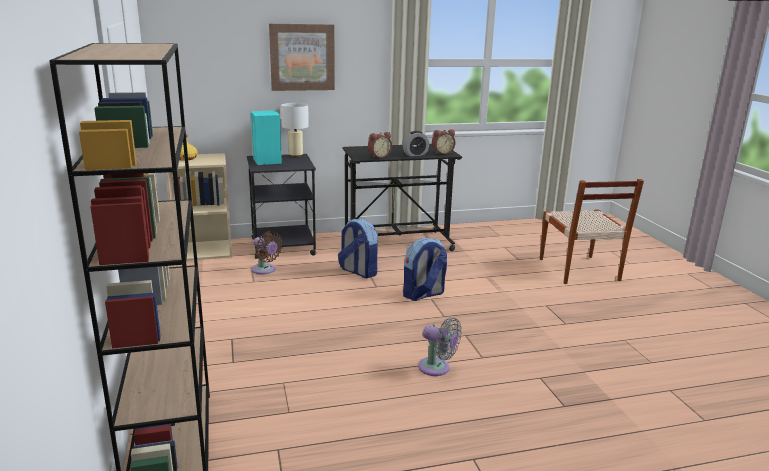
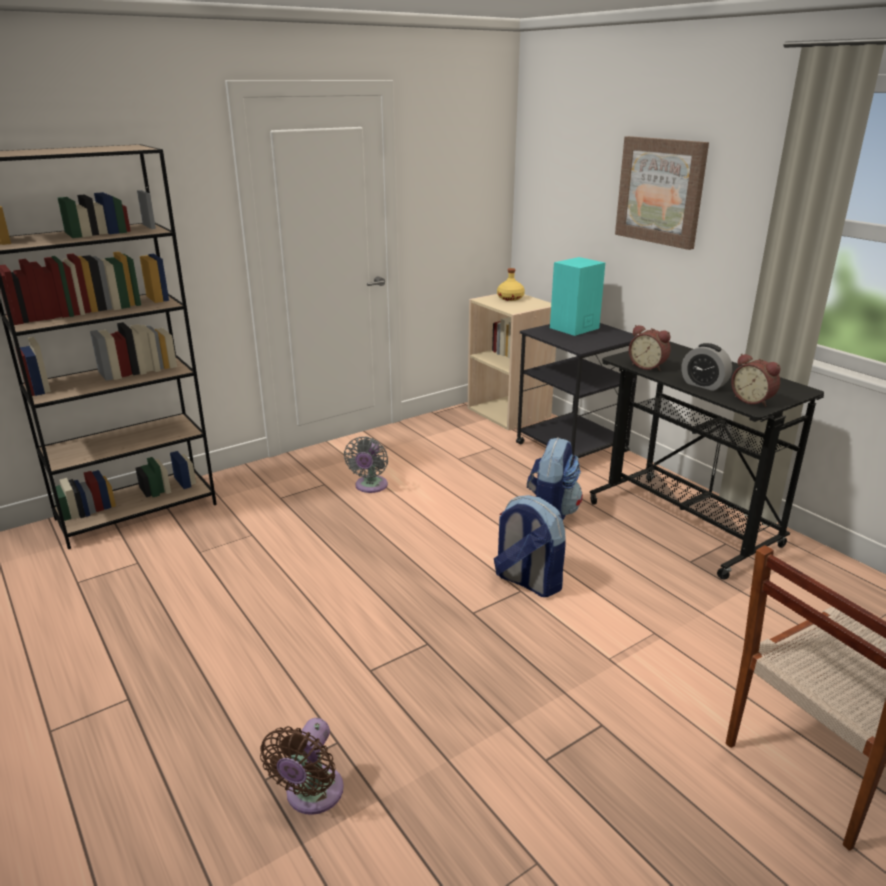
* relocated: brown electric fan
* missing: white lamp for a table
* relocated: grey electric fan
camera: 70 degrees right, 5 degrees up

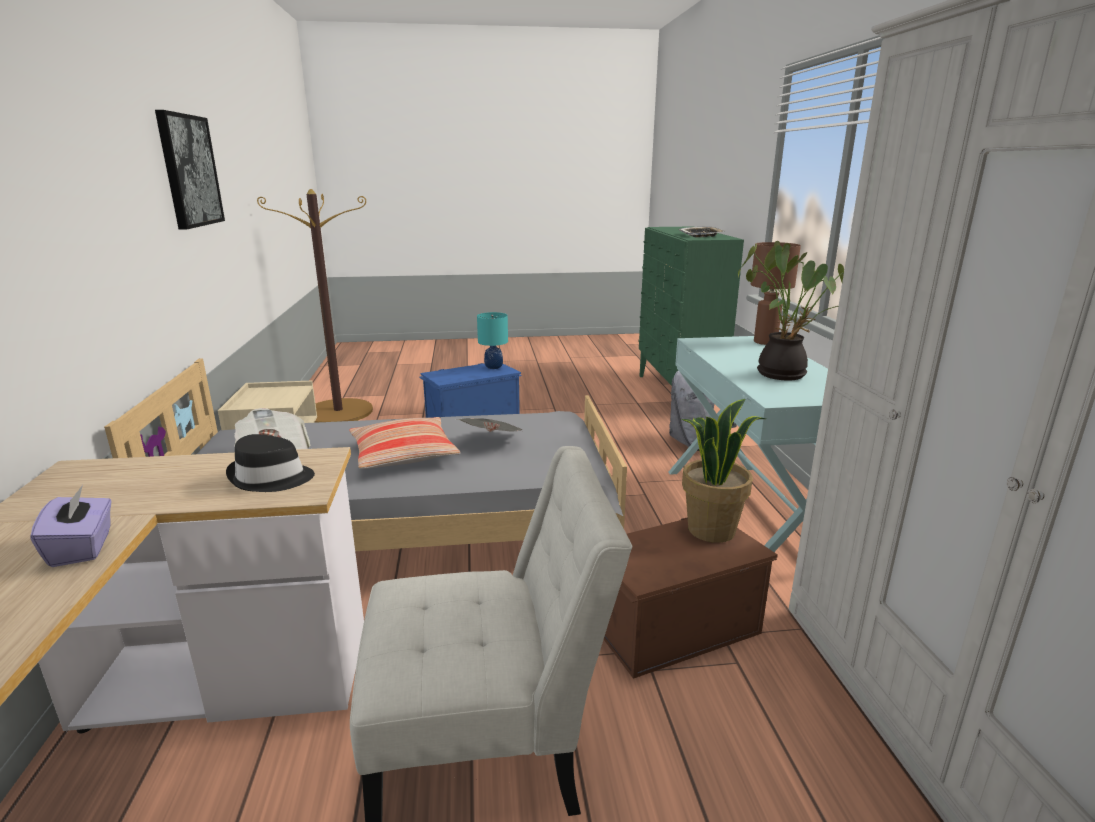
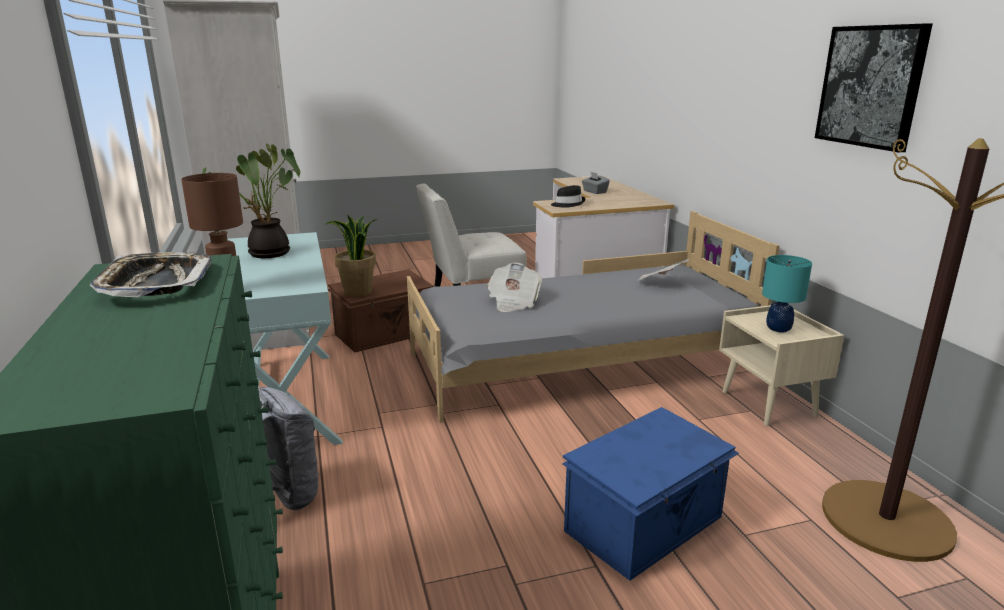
* colour: purplish tissue box to grey tissue box
* missing: pillow
* relocated: turquoise lamp for a table
camera: 170 degrees right, 0 degrees up

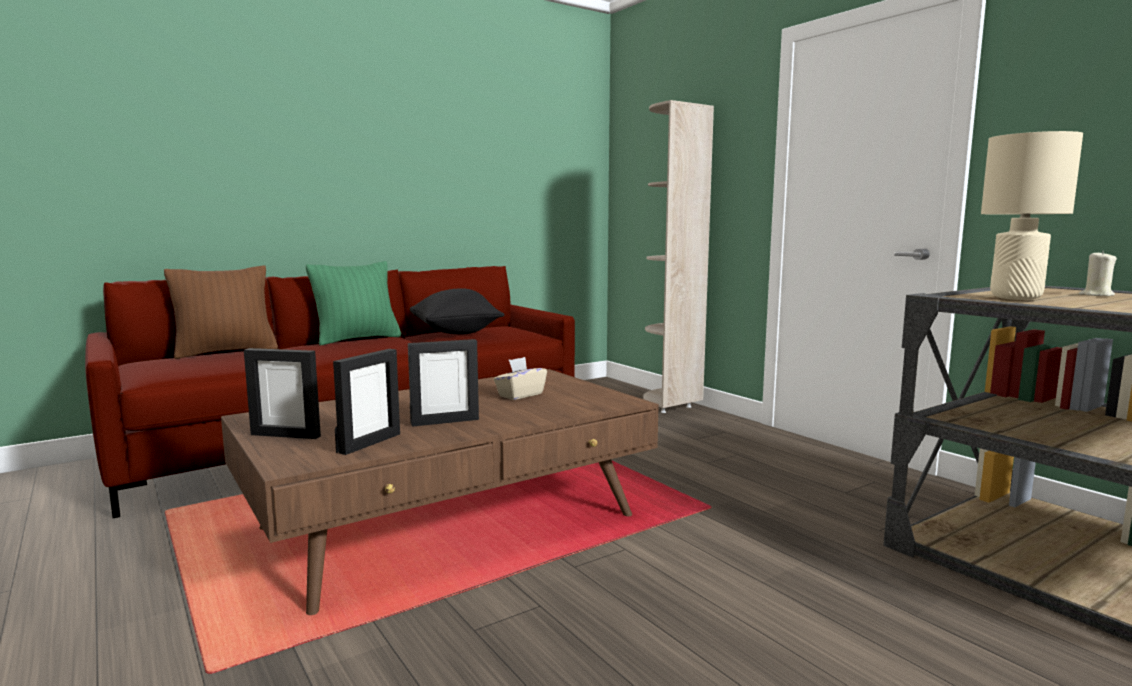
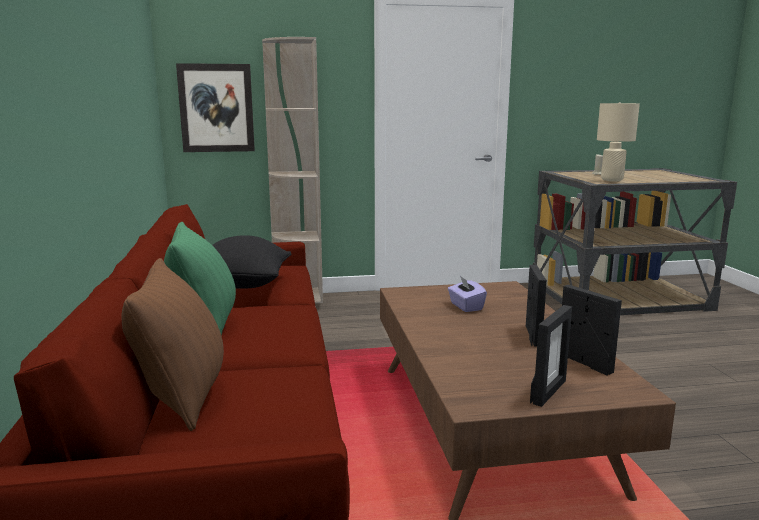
* colour: beige tissue box to purplish tissue box
* appeared: wall picture
camera: 65 degrees left, 5 degrees up

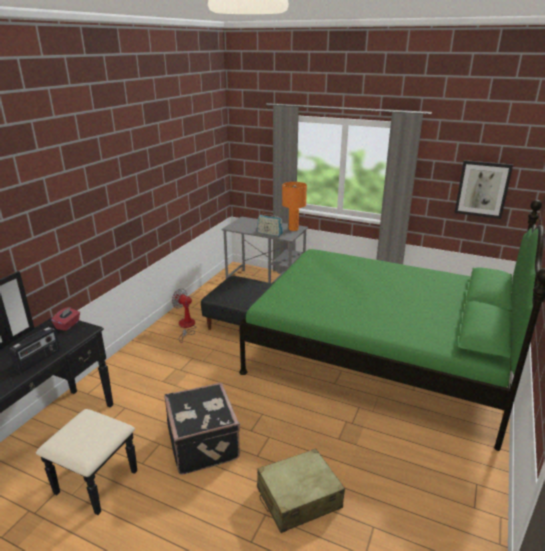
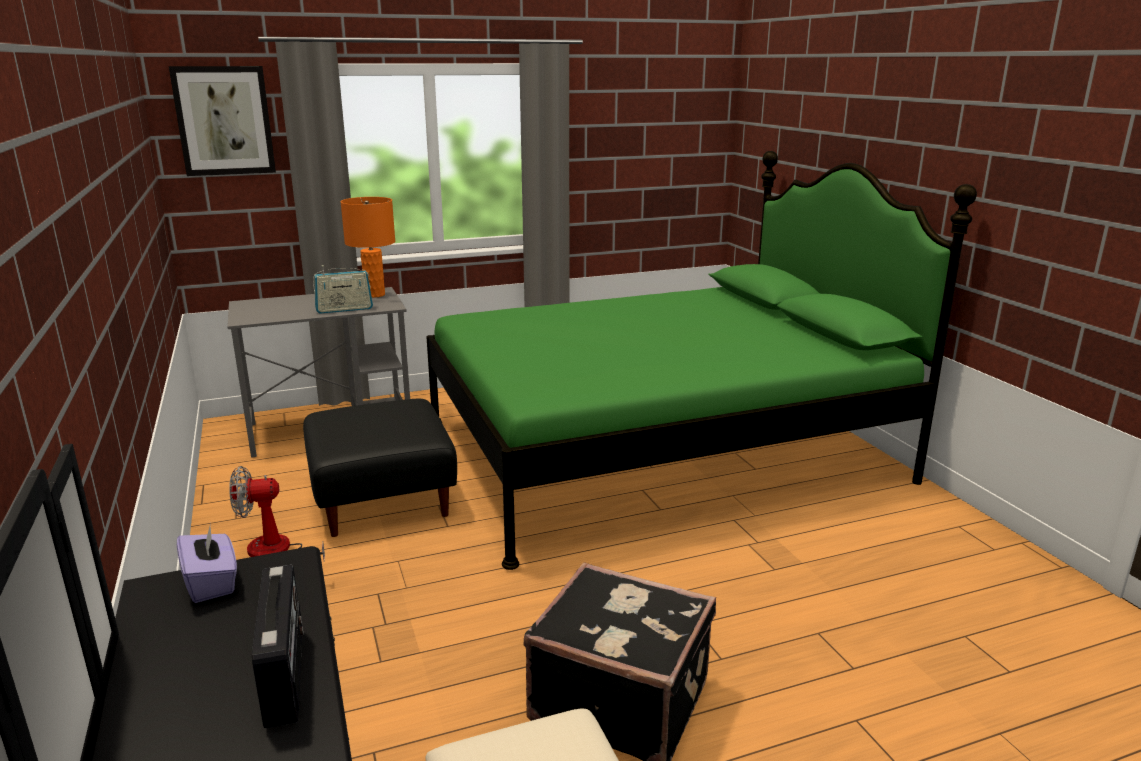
* colour: red tissue box to purplish tissue box
* missing: beige piece of luggage
* relocated: wall picture
camera: 45 degrees left, 5 degrees down

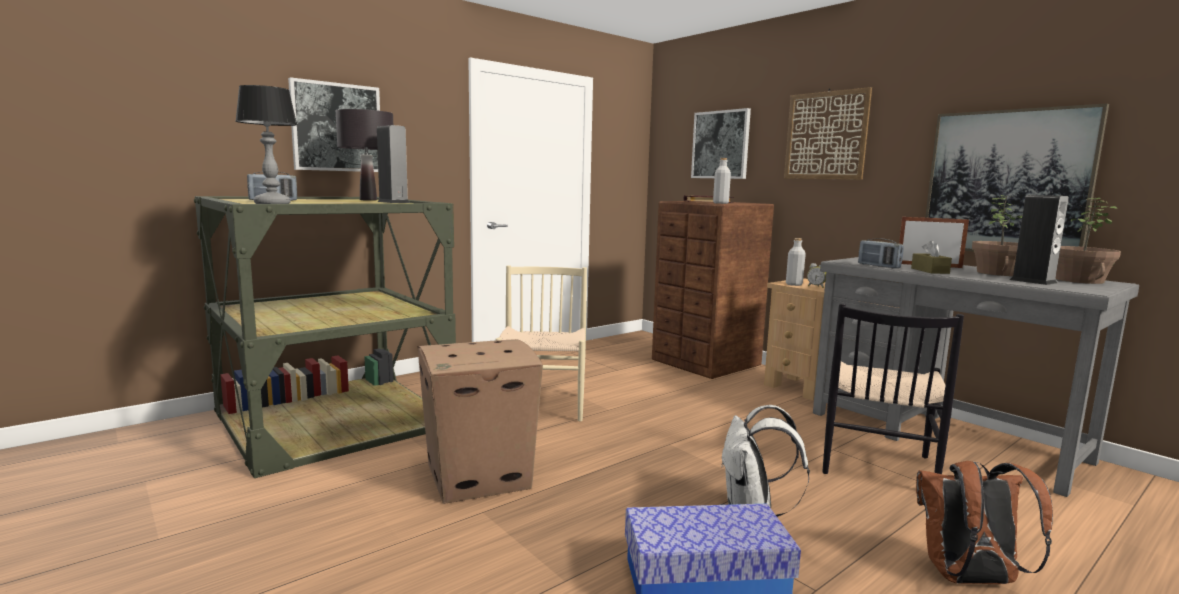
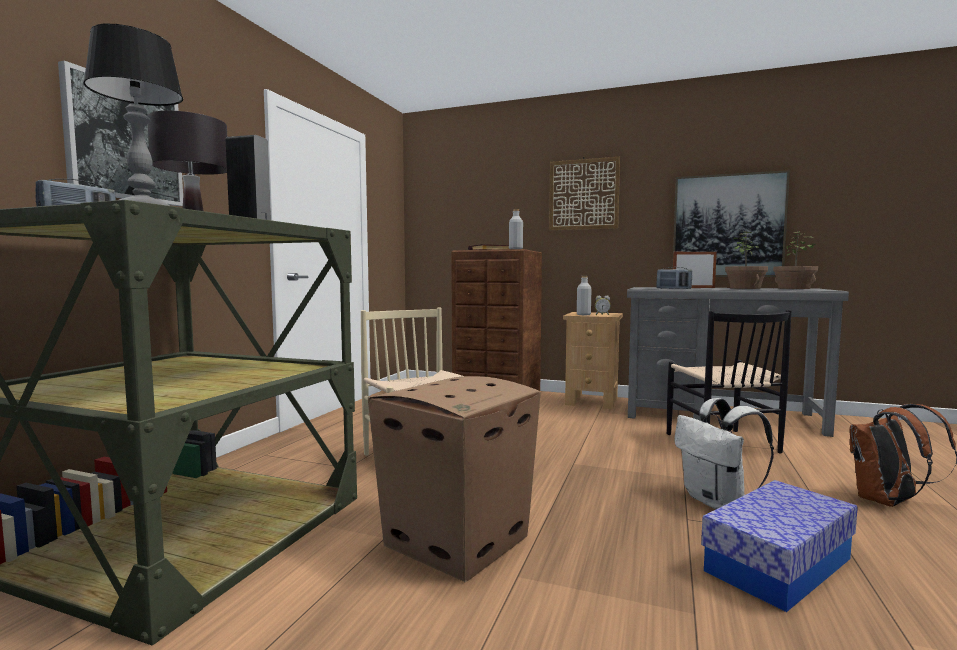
* missing: wall picture (no. 2 from left)
* missing: brown tissue box
* missing: speaker (no. 2 from left)
camera: 30 degrees left, 5 degrees down

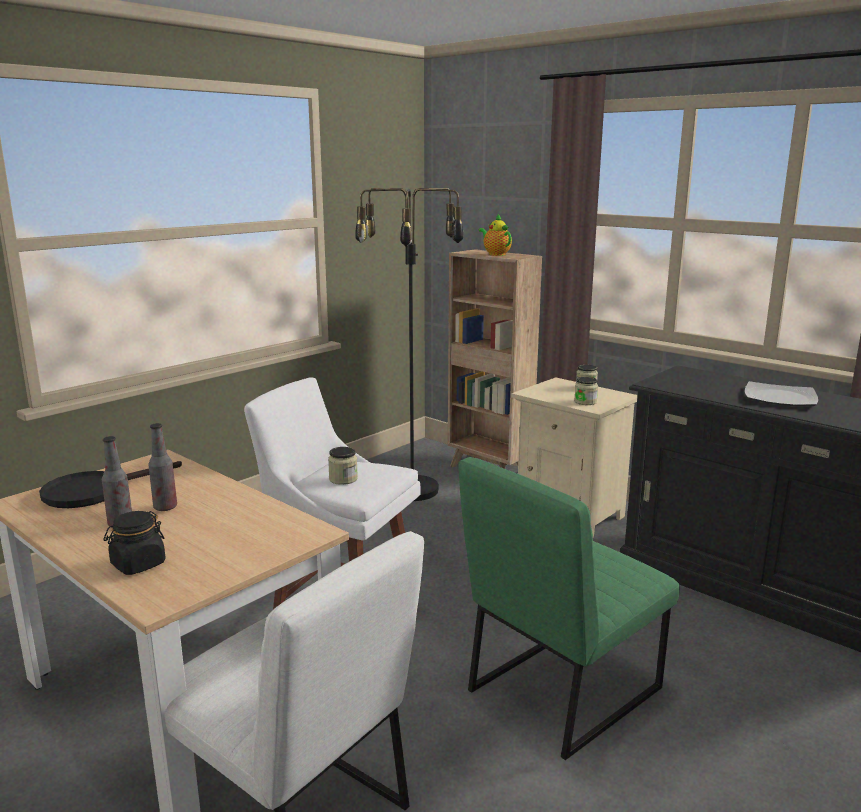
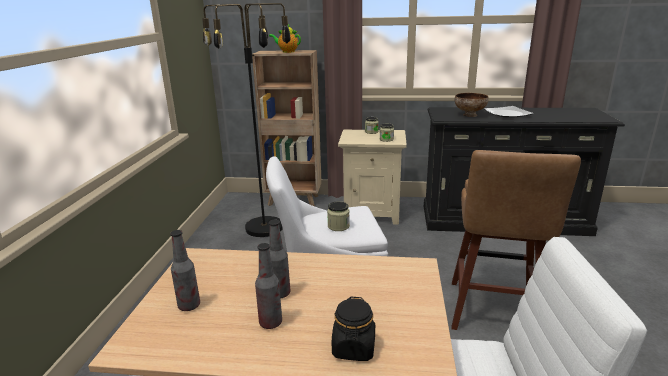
* exchanged: black-coloured pan to drink bottle (no. 1 from left)
* exchanged: greenish upright chair to brown sitting stool
* appeared: serving bowl
camera: 35 degrees left, 5 degrees up

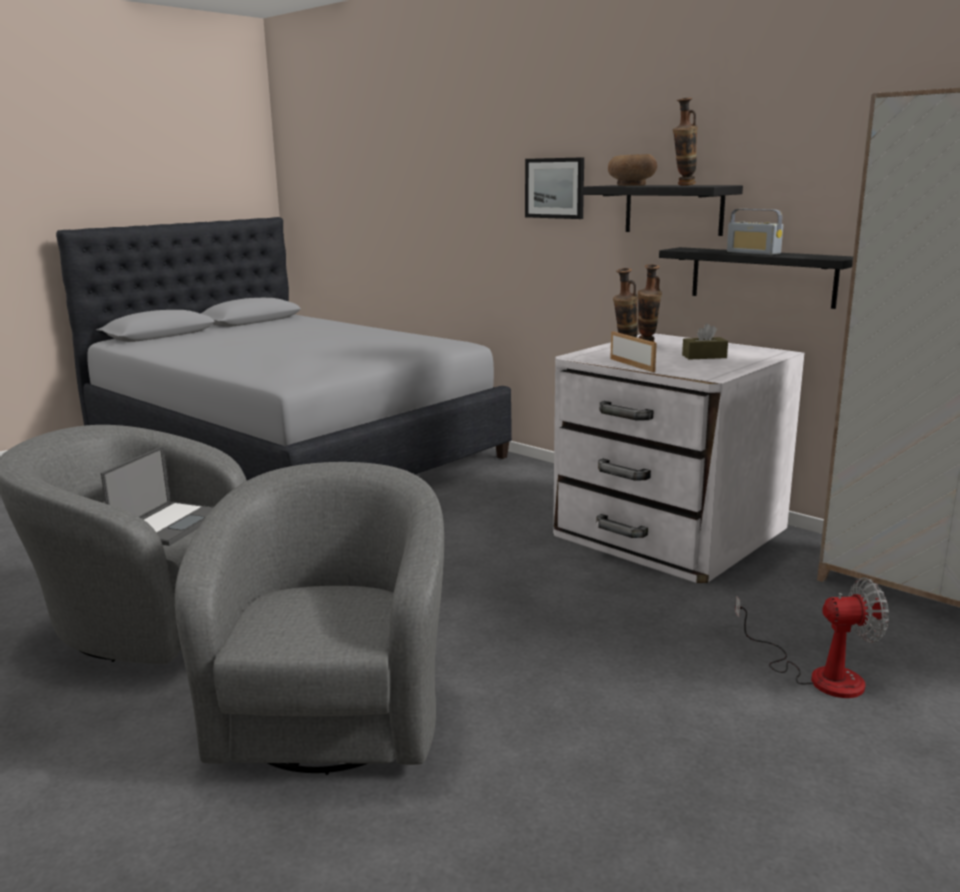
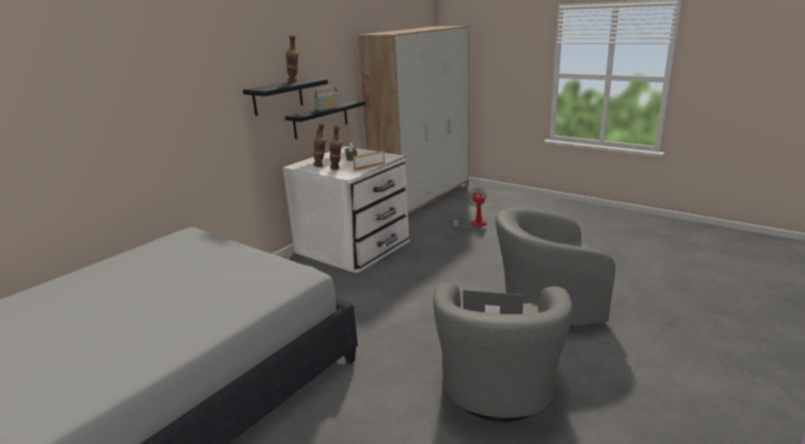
* missing: wall picture
* missing: brown serving bowl
camera: 95 degrees left, 5 degrees up

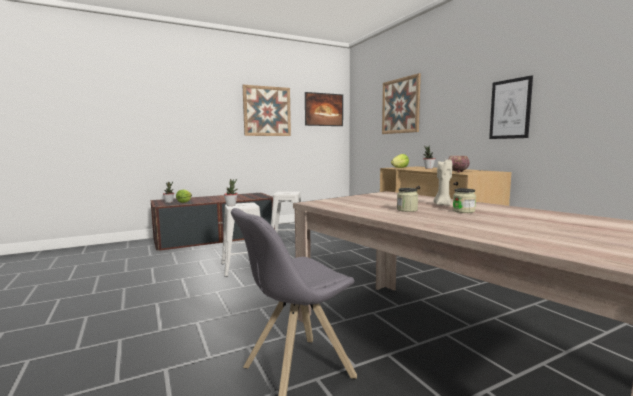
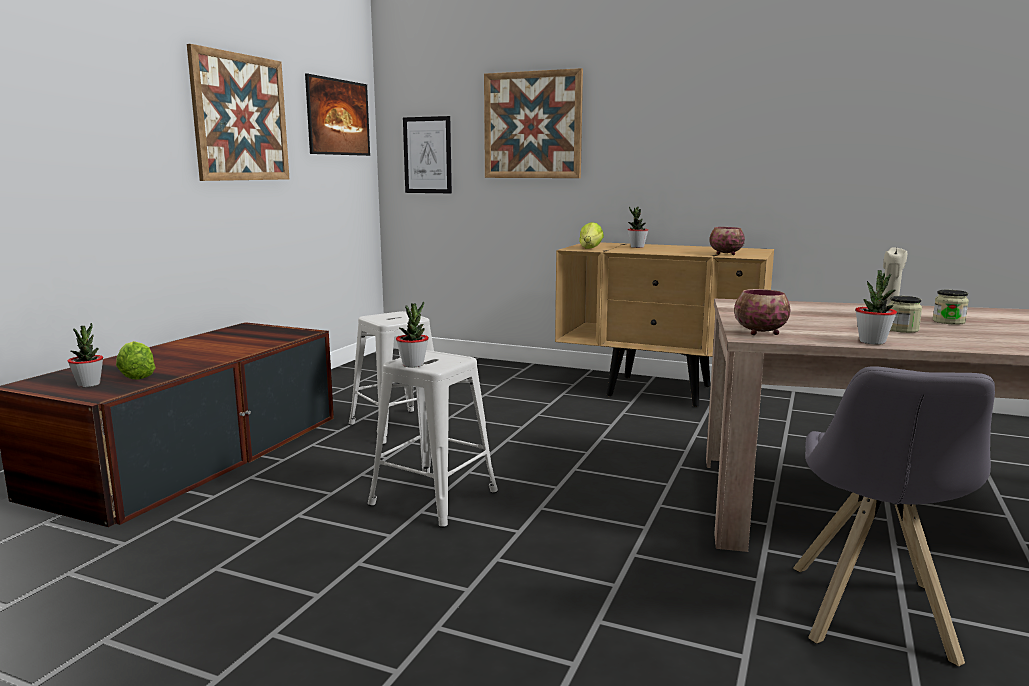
* relocated: wall picture (no. 4 from left in the first image) to wall picture (no. 3 from left)
* appeared: serving bowl (no. 2 from left)
* appeared: plant in a pot (no. 4 from left)
camera: 40 degrees left, 5 degrees up

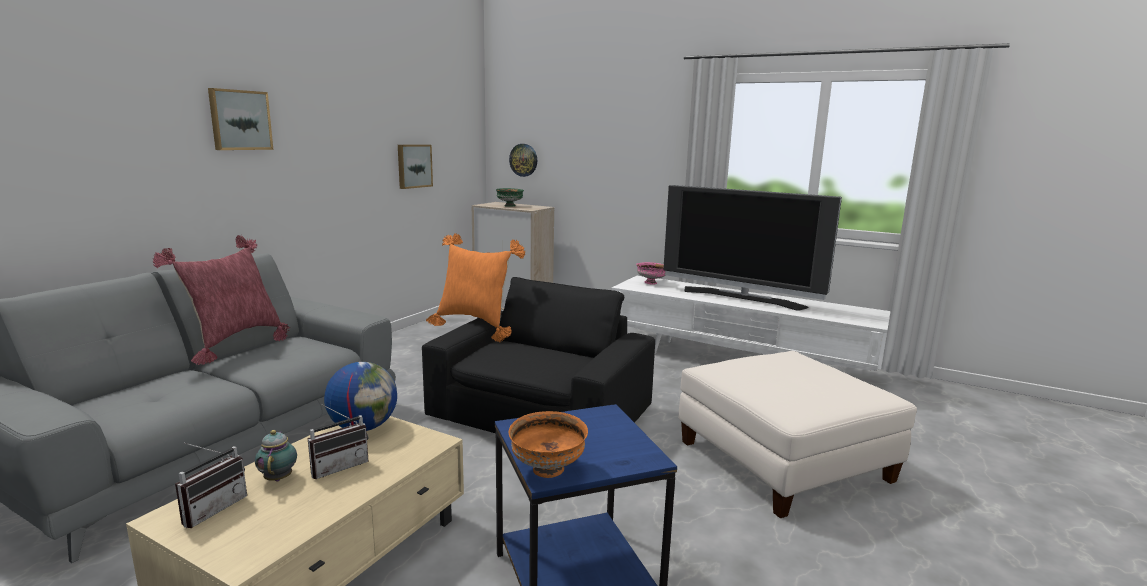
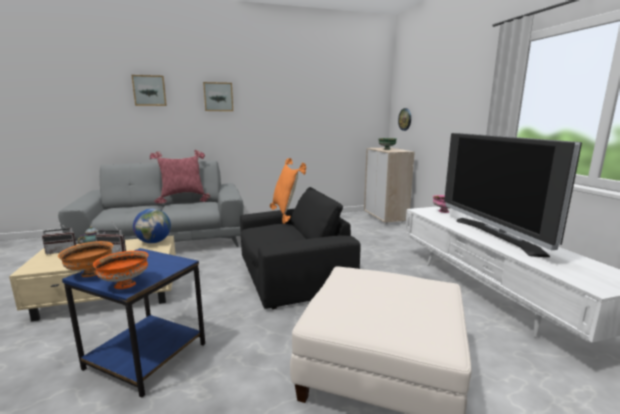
* relocated: wall picture (no. 2 from left in the first image) to wall picture (no. 1 from left)
* appeared: orange-coloured serving bowl (no. 2 from left)
camera: 45 degrees right, 0 degrees up

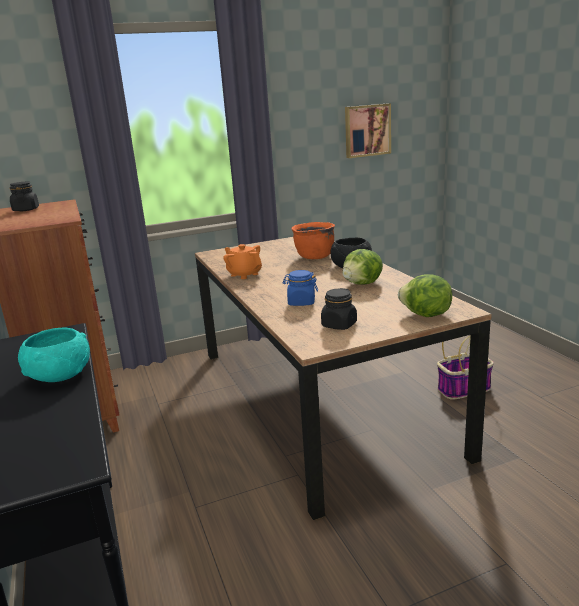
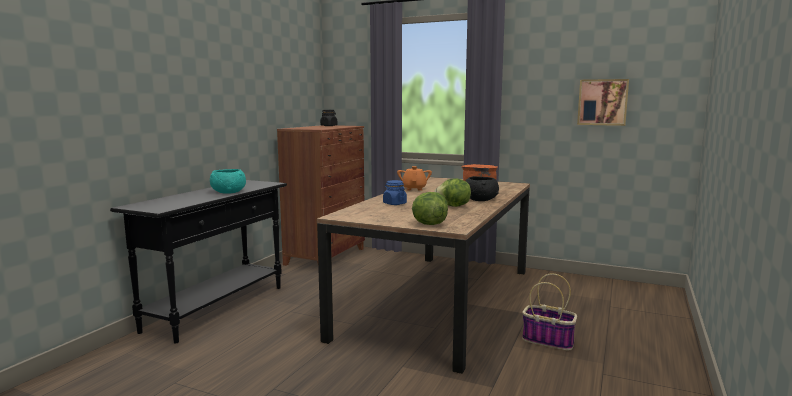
* missing: black-coloured jar (no. 2 from left)
camera: 45 degrees right, 10 degrees down

